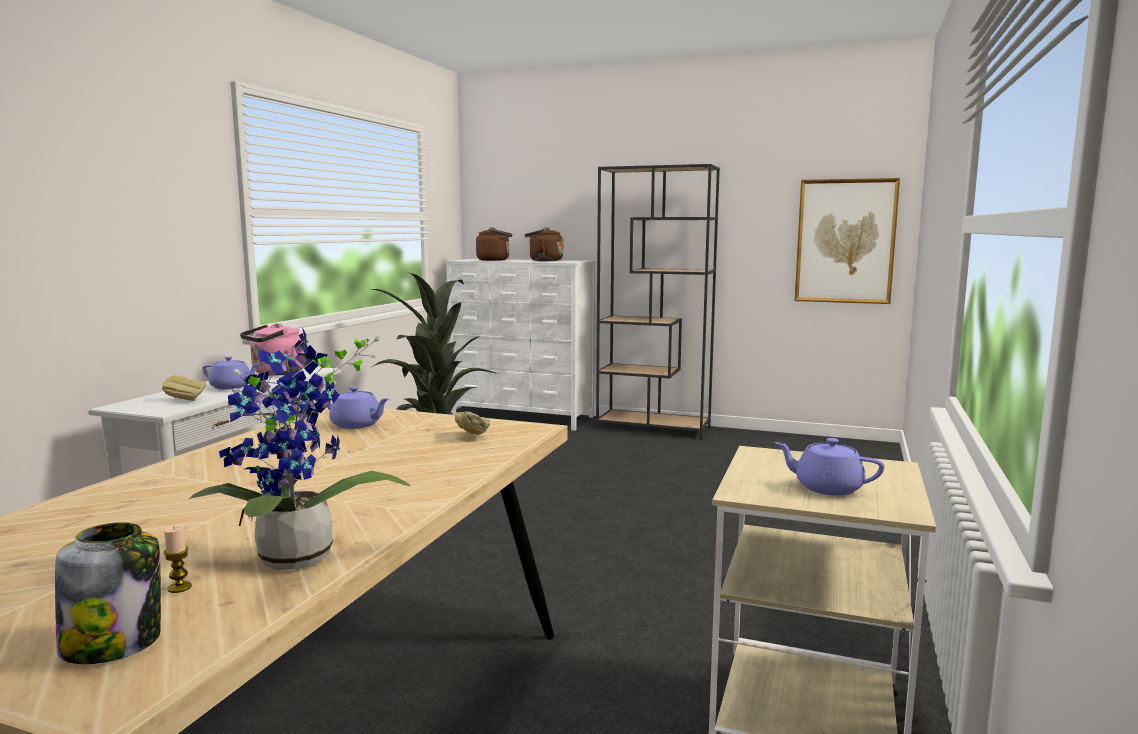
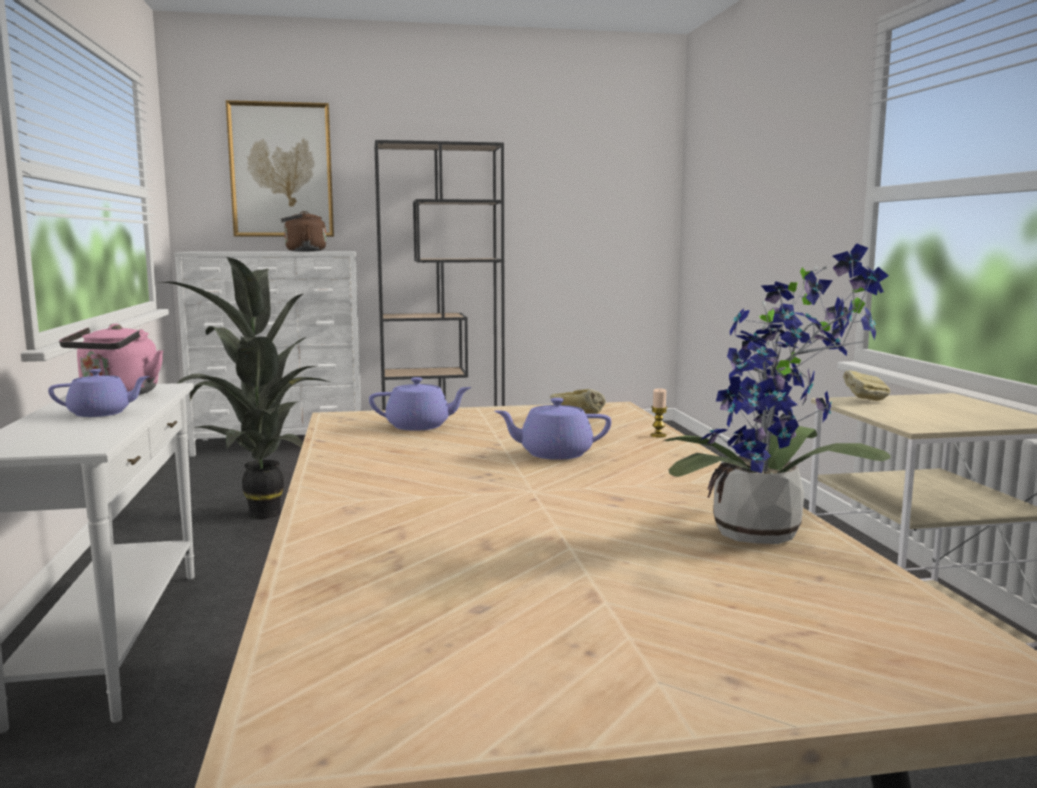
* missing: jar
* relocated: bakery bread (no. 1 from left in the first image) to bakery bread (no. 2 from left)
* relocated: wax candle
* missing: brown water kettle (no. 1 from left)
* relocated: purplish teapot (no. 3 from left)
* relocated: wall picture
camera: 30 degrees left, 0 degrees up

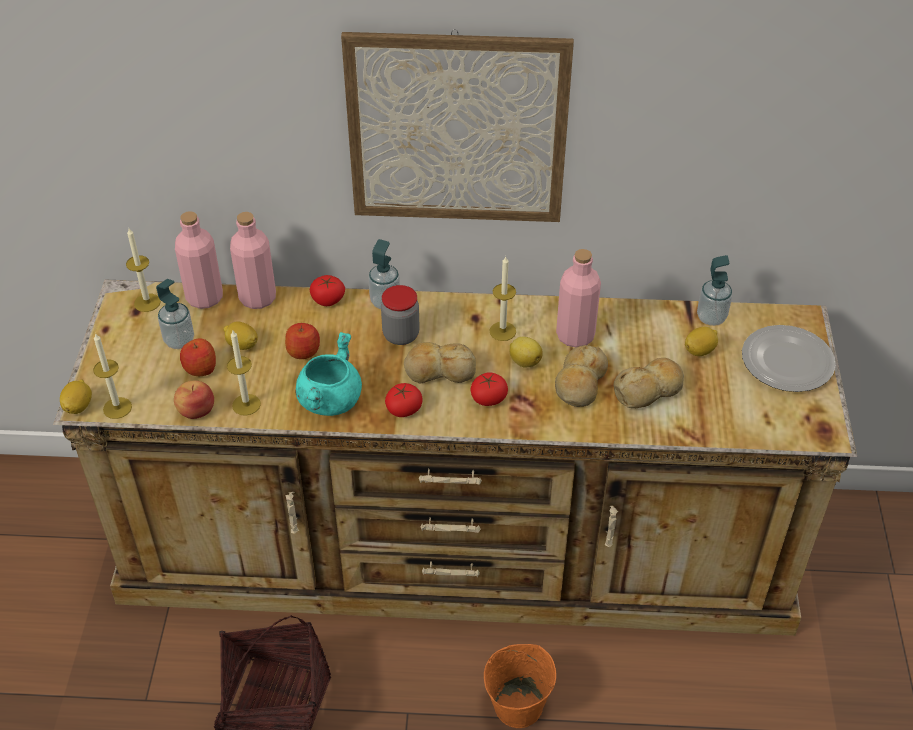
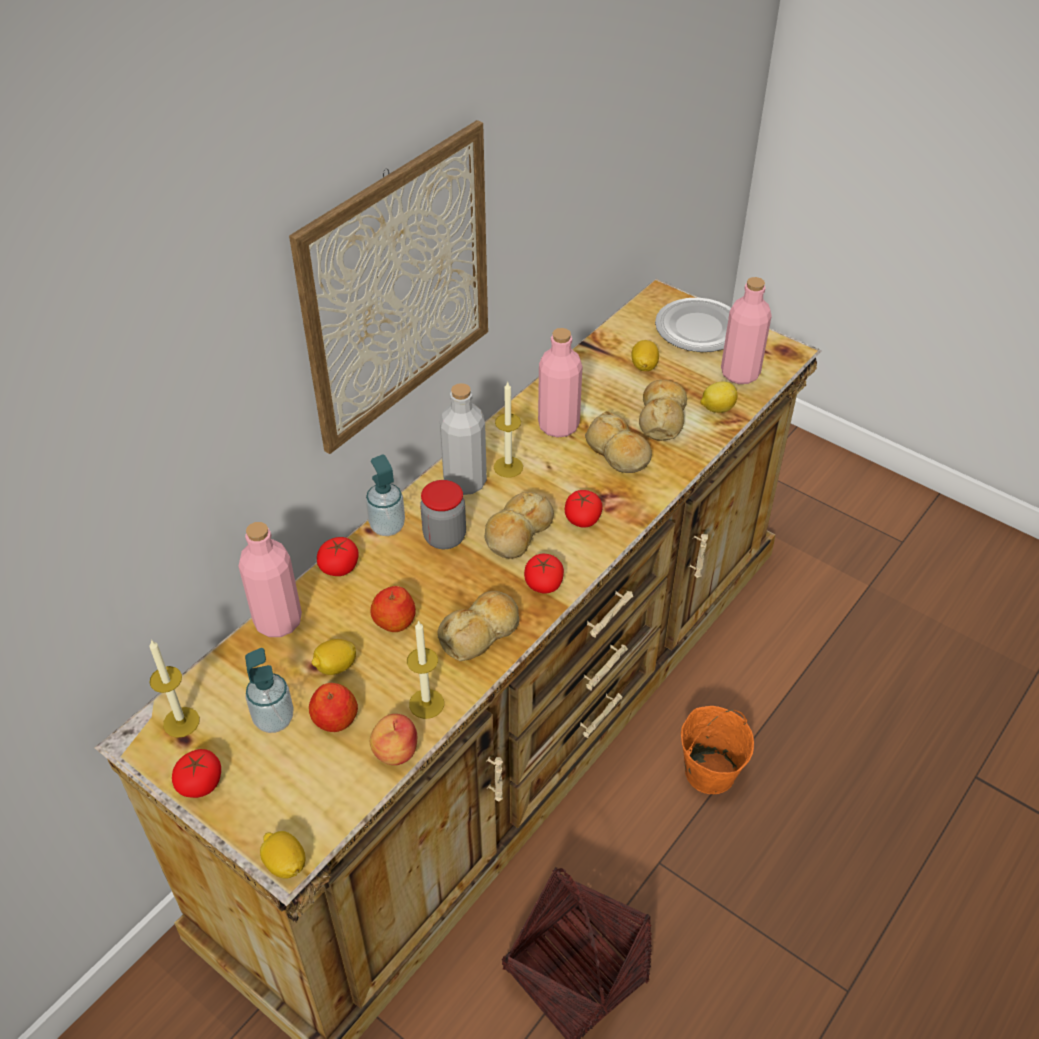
* missing: wax candle (no. 1 from left)
* relocated: pink-coloured drink bottle (no. 1 from left in the first image) to pink-coloured drink bottle (no. 3 from left)
* exchanged: turquoise saucepot to bakery bread (no. 1 from left)
* relocated: citrus fruit (no. 3 from left in the first image) to citrus fruit (no. 4 from left)
* missing: liquid soap bottle (no. 3 from left)
* appeared: tomato (no. 1 from left)
* appeared: grey drink bottle
camera: 55 degrees left, 0 degrees up

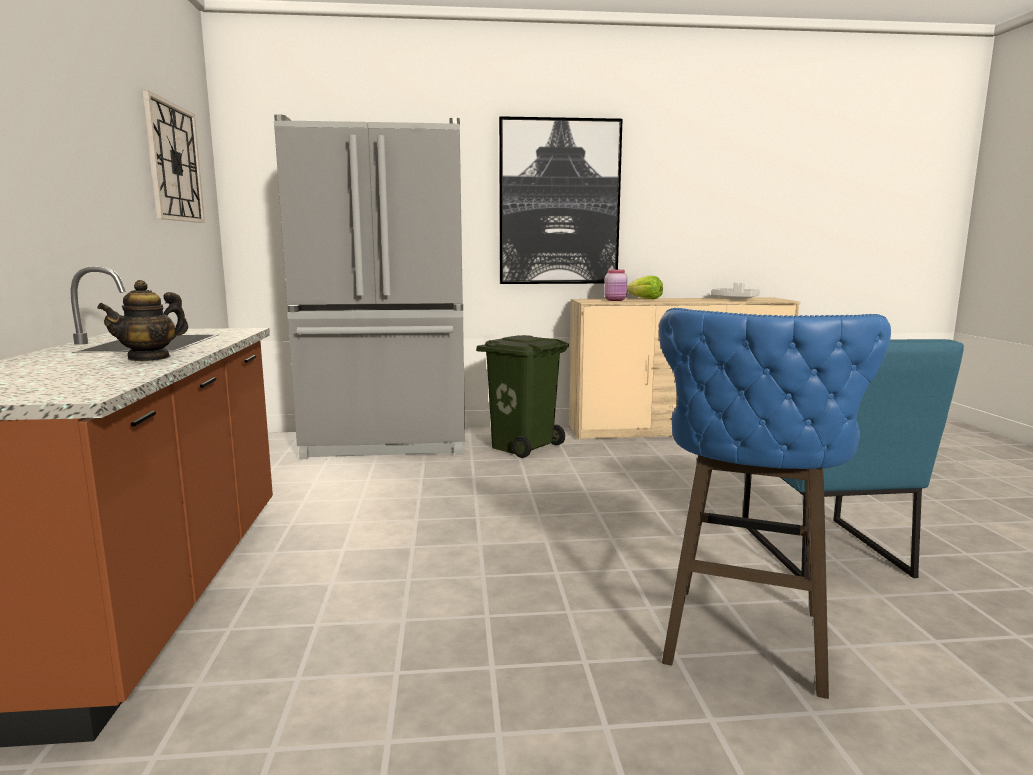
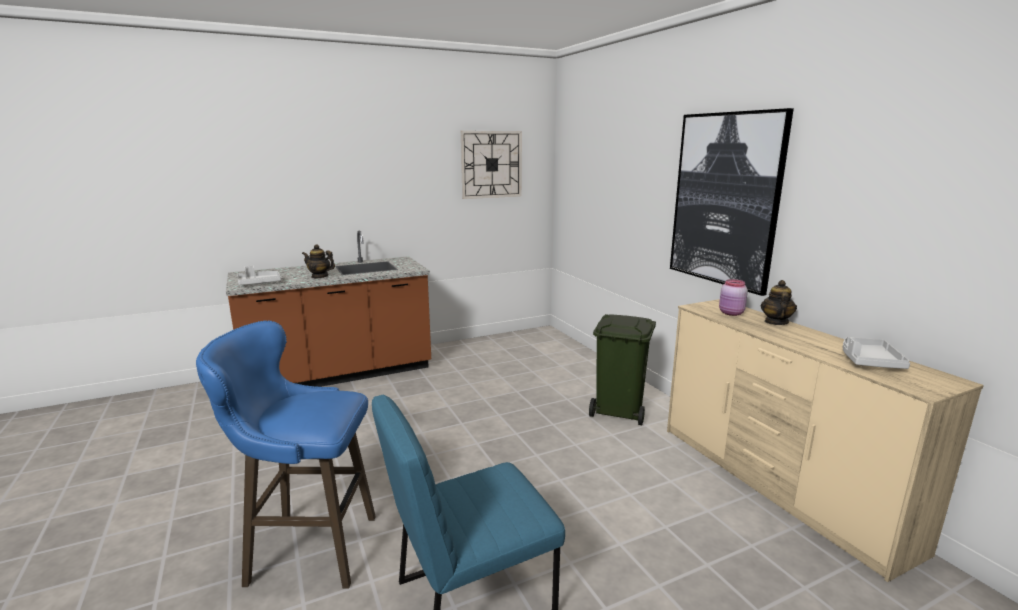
* missing: grey kitchen fridge
* exchanged: lettuce head to teapot (no. 2 from left)
* appeared: grey tray (no. 1 from left)
camera: 70 degrees right, 5 degrees up

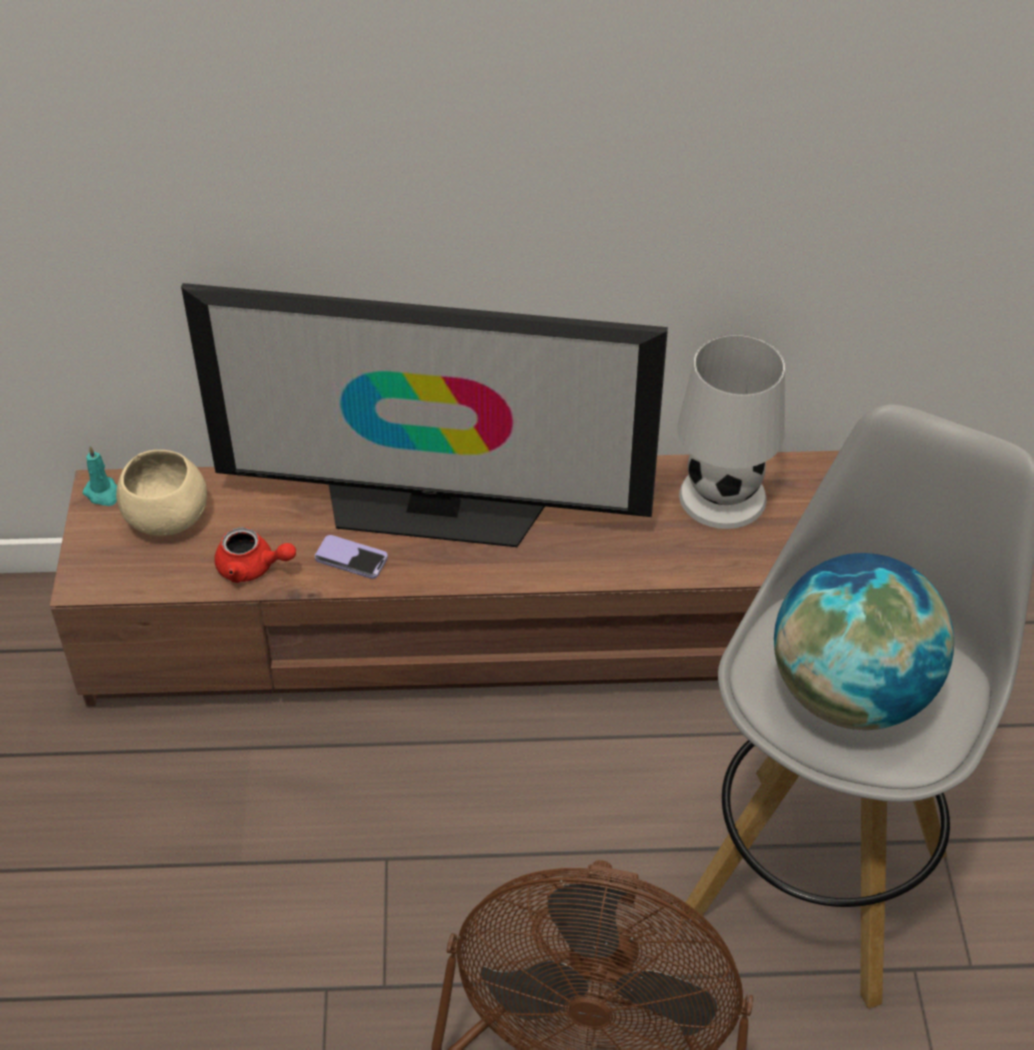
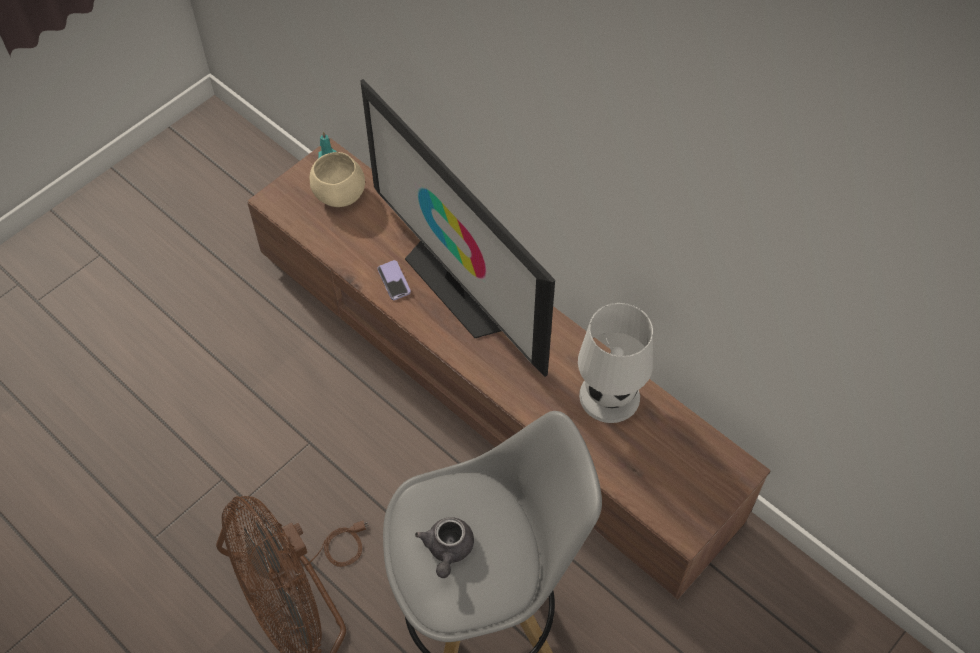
* missing: red teapot
* exchanged: desk globe to grey teapot
camera: 45 degrees right, 10 degrees up

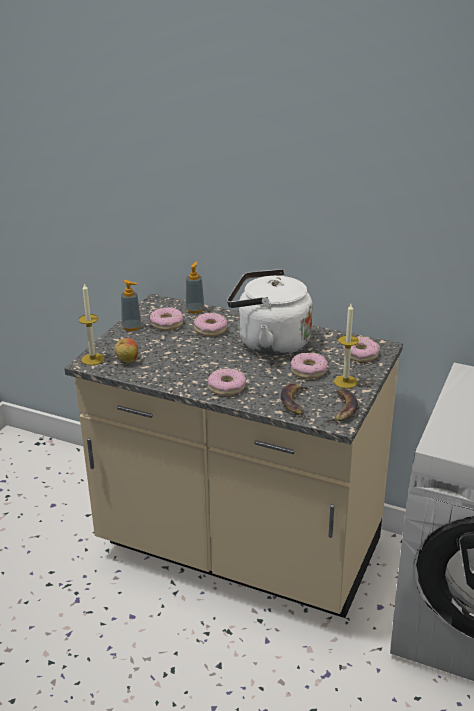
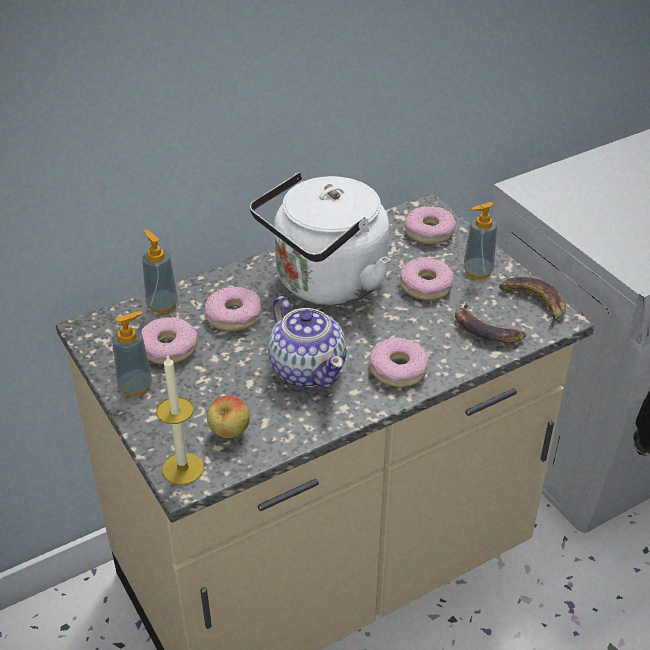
* exchanged: wax candle (no. 2 from left) to liquid soap bottle (no. 3 from left)
* appeared: teapot
camera: 55 degrees left, 10 degrees up

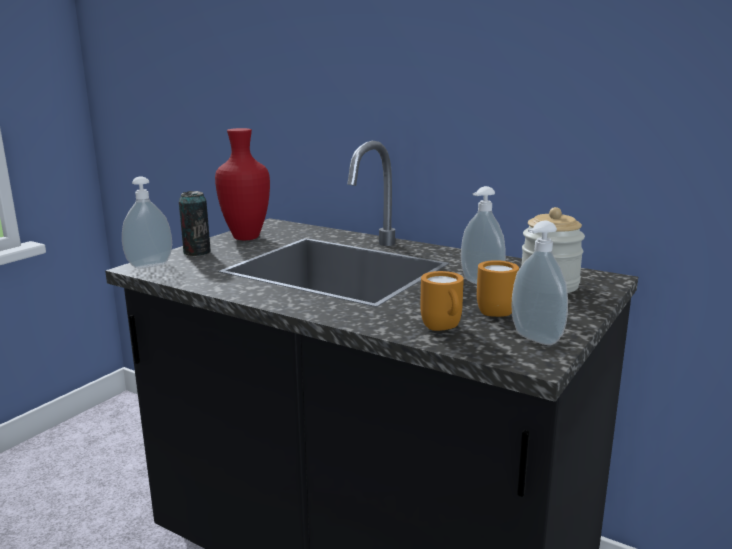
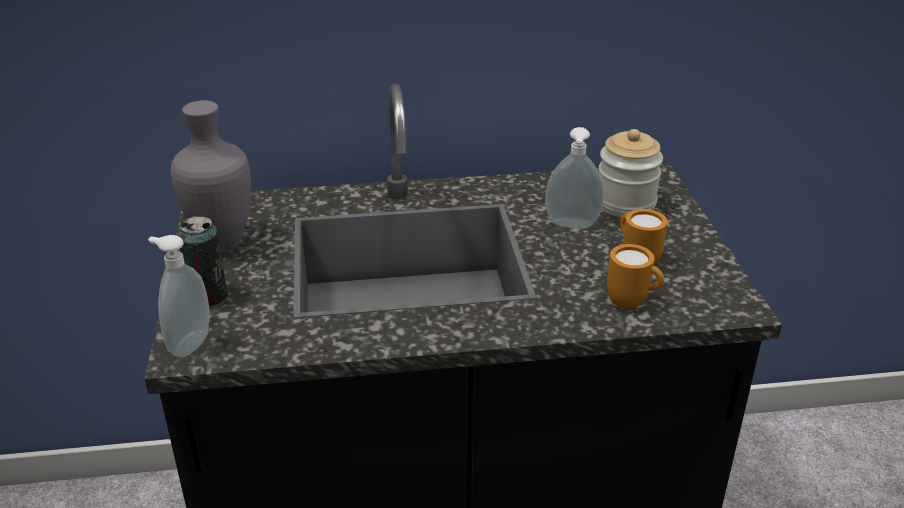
* colour: red flower vase to grey flower vase
* missing: liquid soap bottle (no. 3 from left)
camera: 40 degrees left, 15 degrees up

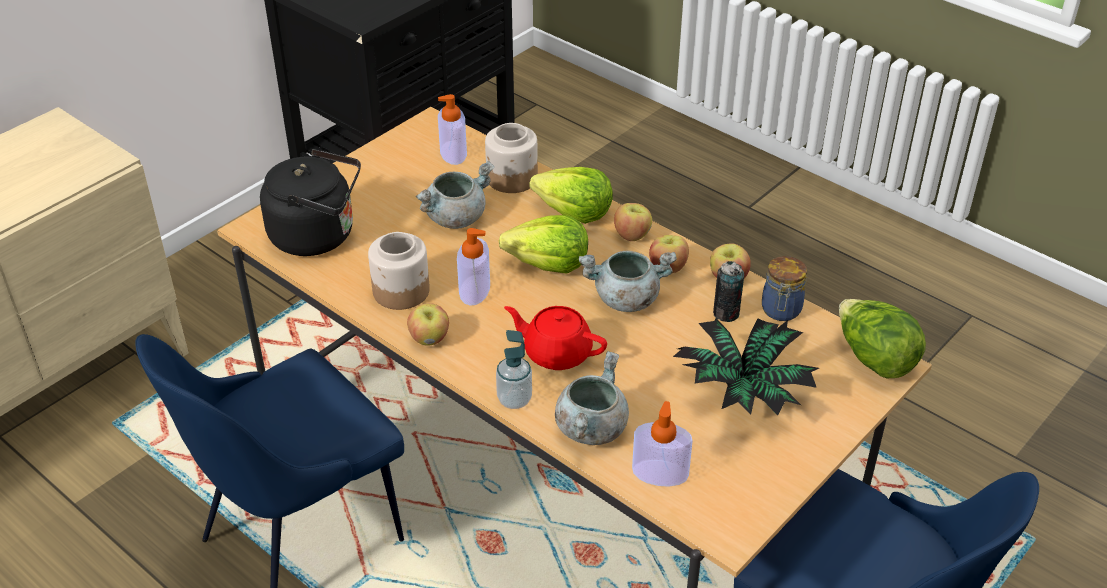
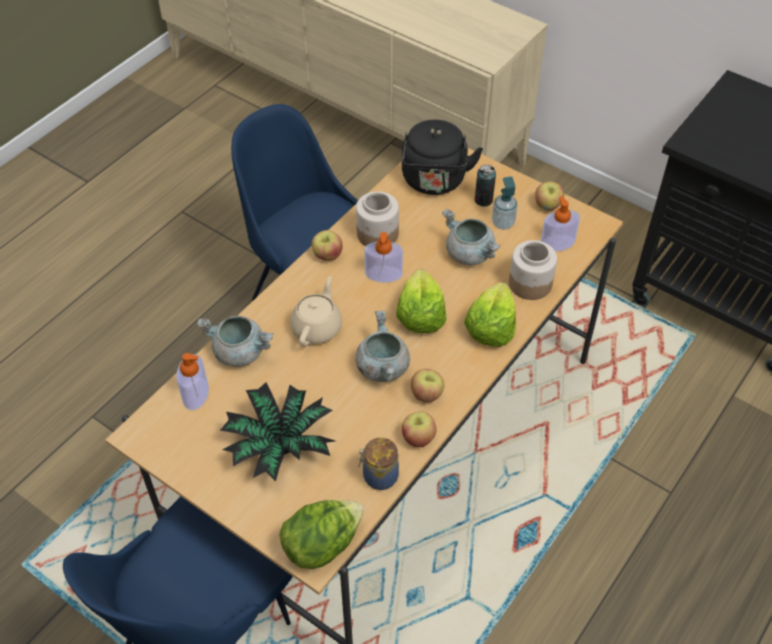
* relocated: liquid soap bottle (no. 3 from left)
* colour: red teapot to beige teapot
* relocated: apple (no. 2 from left in the first image) to apple (no. 4 from left)
* relocated: sealed can
camera: 85 degrees right, 10 degrees up

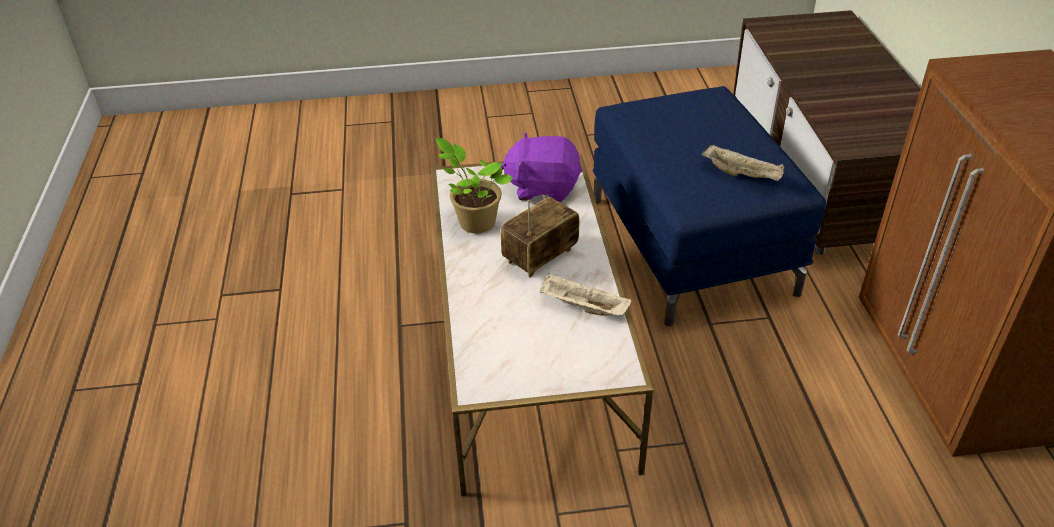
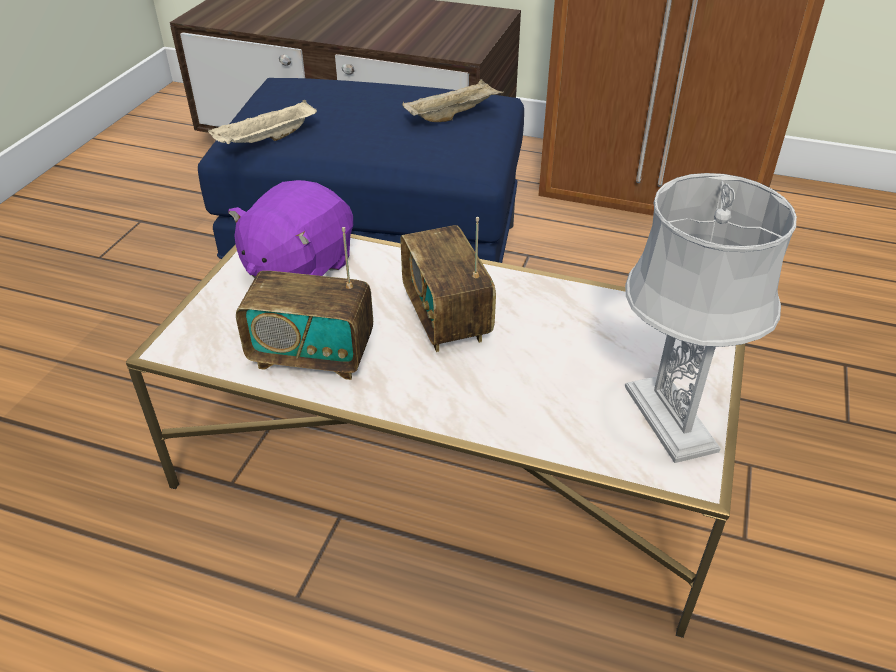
* exchanged: plant in a pot to radio set (no. 1 from left)
* relocated: beige tray (no. 1 from left)
* appeared: grey lamp for a table
camera: 65 degrees left, 0 degrees up

